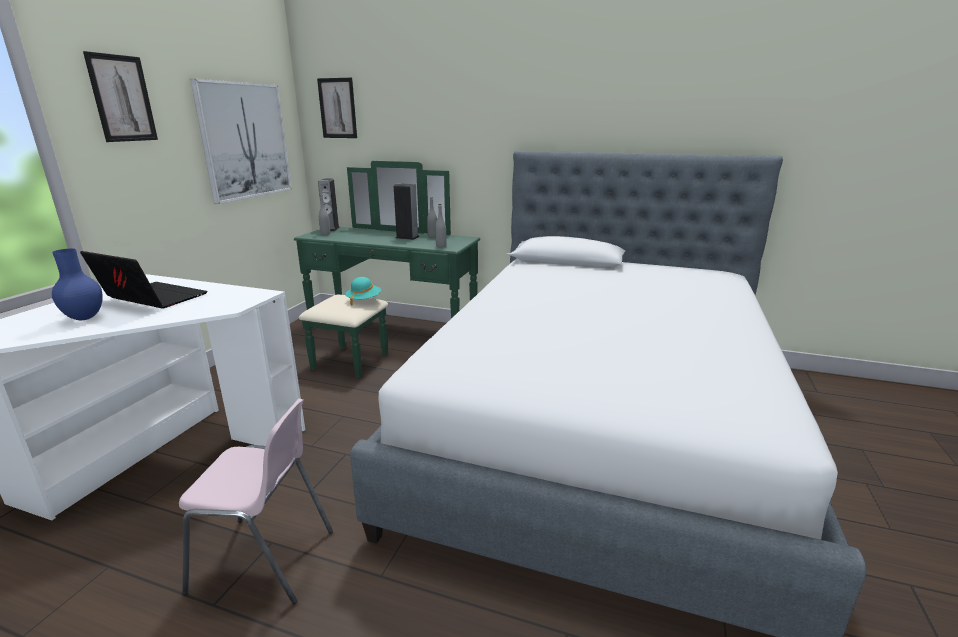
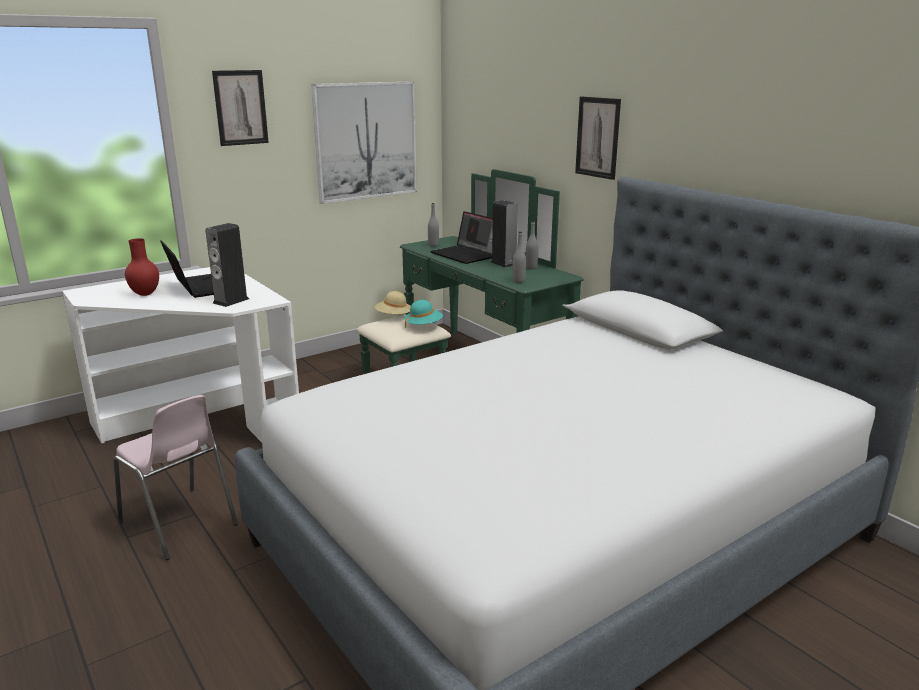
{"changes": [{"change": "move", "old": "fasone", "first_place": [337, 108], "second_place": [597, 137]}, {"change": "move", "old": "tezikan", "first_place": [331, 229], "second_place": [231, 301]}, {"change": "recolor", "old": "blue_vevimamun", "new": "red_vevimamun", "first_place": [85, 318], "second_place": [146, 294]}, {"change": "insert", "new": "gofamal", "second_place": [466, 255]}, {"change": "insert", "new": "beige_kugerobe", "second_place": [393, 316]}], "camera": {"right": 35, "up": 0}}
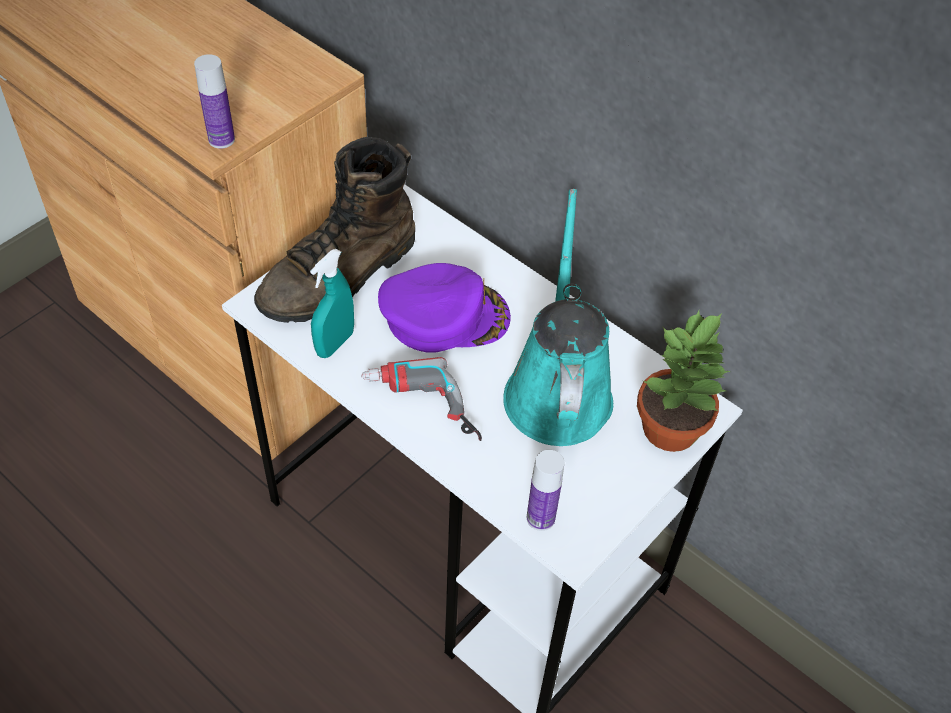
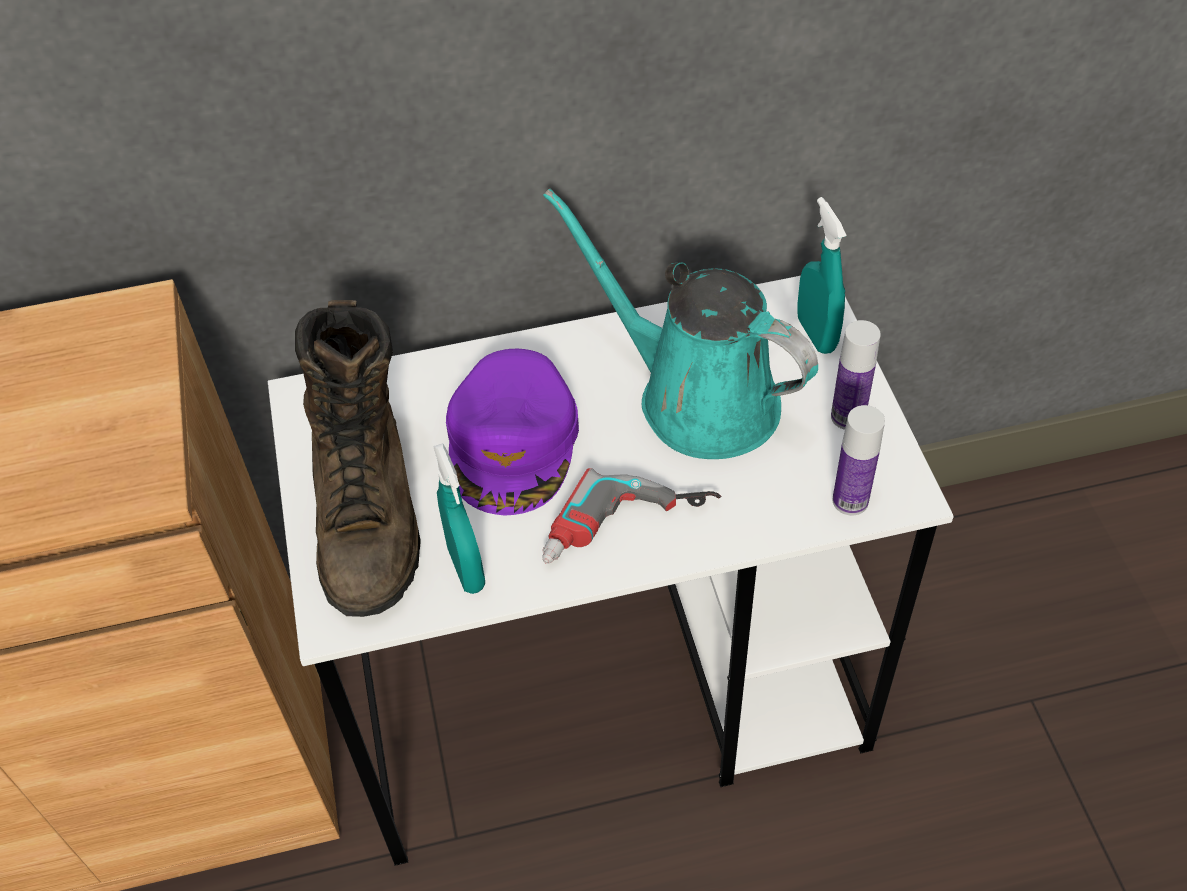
{"changes": [{"change": "move", "old": "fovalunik", "first_place": [221, 139], "second_place": [848, 417]}, {"change": "rotate", "old": "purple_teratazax", "first_place": [444, 315], "second_place": [514, 442], "degrees": 150}, {"change": "replace", "old": "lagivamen", "new": "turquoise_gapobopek", "first_place": [672, 429], "second_place": [816, 334]}], "camera": {"right": -50, "up": 0}}
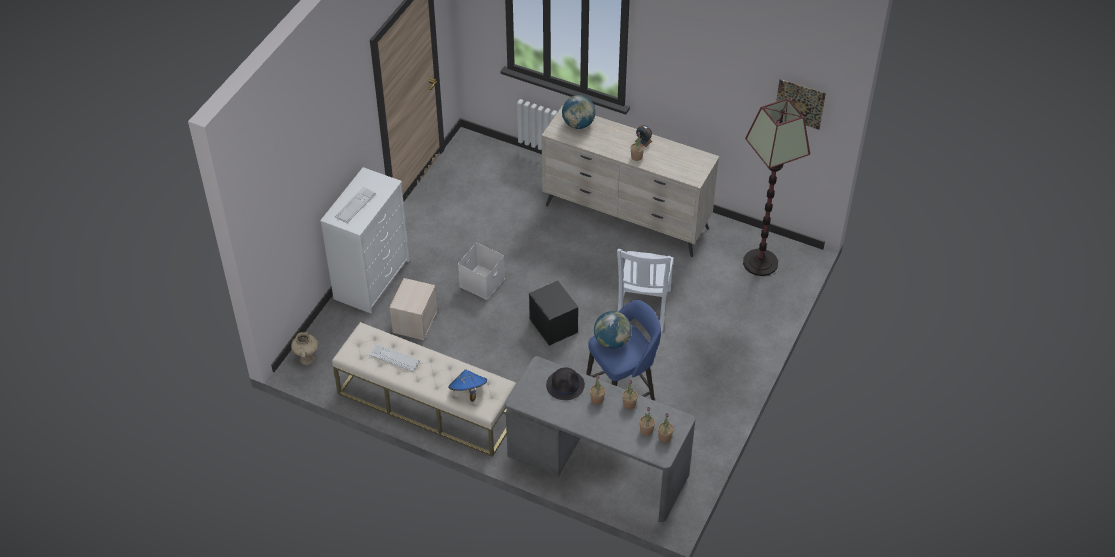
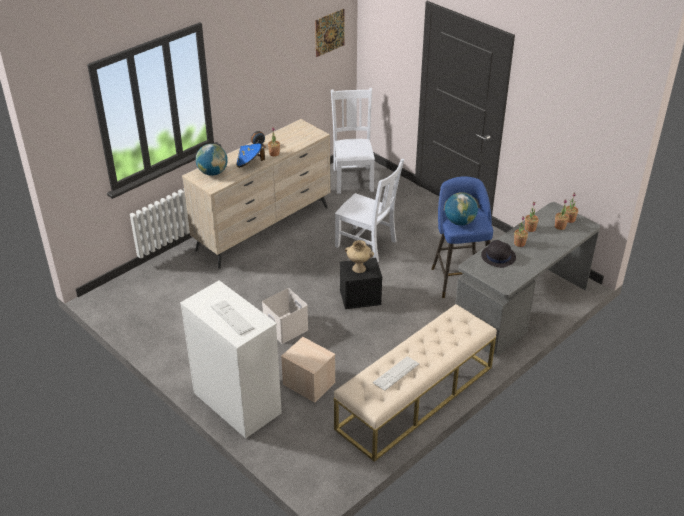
{"changes": [{"change": "replace", "old": "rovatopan", "new": "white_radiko", "first_place": [761, 263], "second_place": [353, 179]}, {"change": "move", "old": "beige_vevimamun", "first_place": [307, 359], "second_place": [358, 269]}, {"change": "move", "old": "blue_kugerobe", "first_place": [468, 391], "second_place": [249, 164]}], "camera": {"right": -70, "up": -10}}
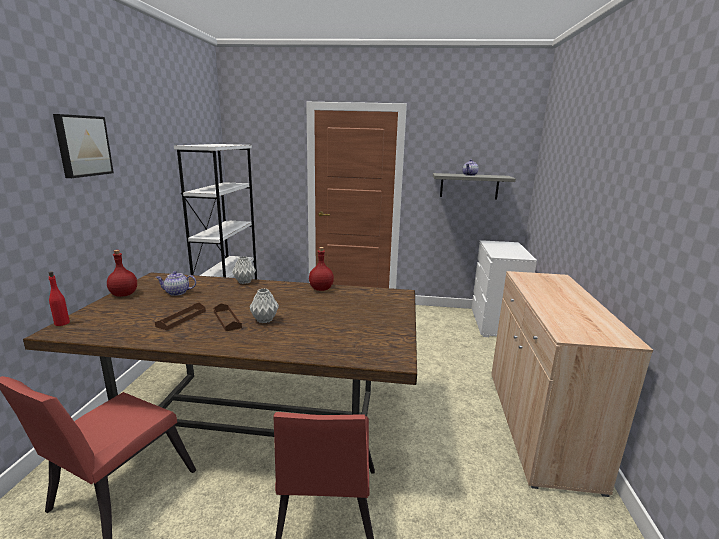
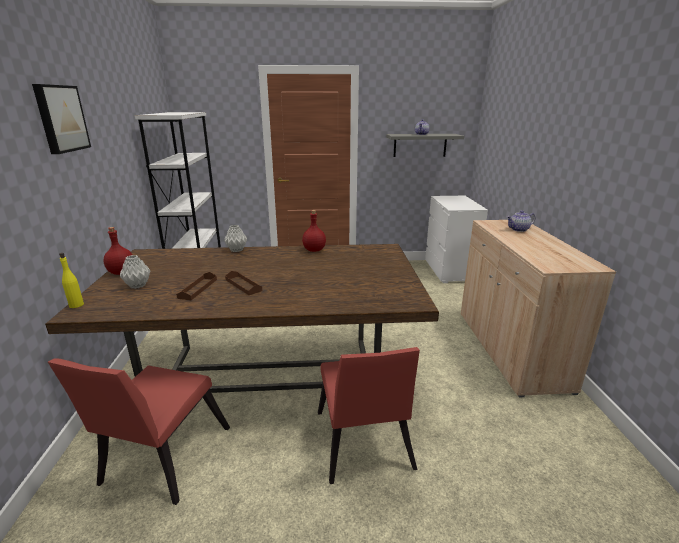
{"changes": [{"change": "recolor", "old": "red_fovalunik", "new": "yellow_fovalunik", "first_place": [62, 323], "second_place": [76, 305]}, {"change": "move", "old": "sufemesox", "first_place": [177, 292], "second_place": [519, 229]}, {"change": "move", "old": "grey_vevimamun", "first_place": [264, 320], "second_place": [137, 285]}], "camera": {"right": -10, "up": 5}}
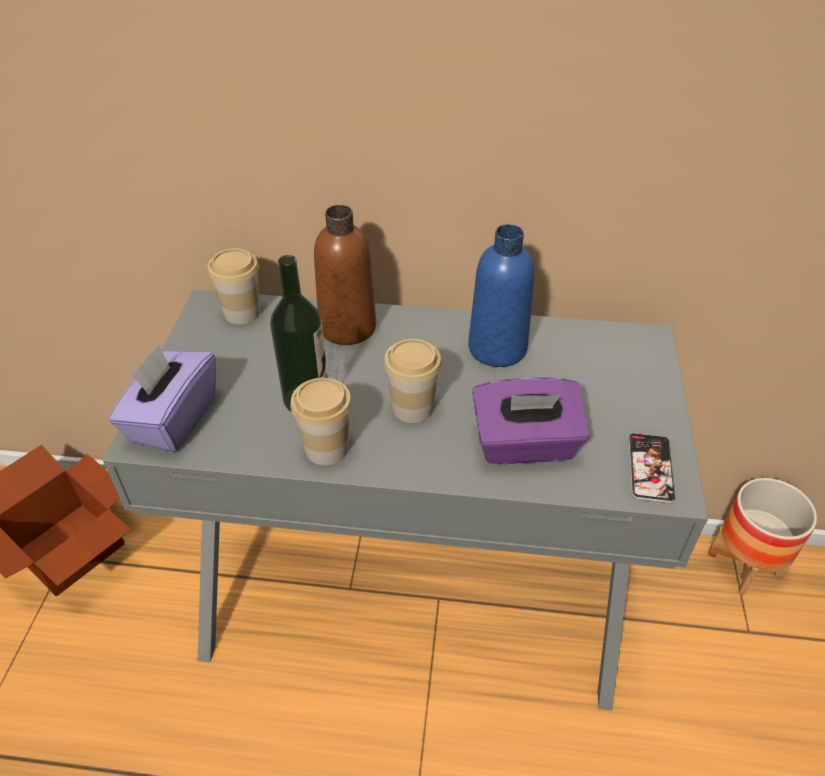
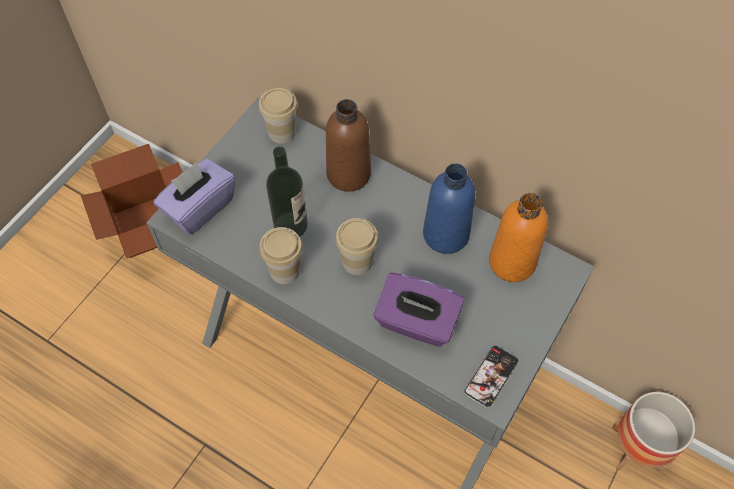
{"changes": [{"change": "insert", "new": "orange_fovalunik", "second_place": [512, 262]}], "camera": {"right": 25, "up": 15}}
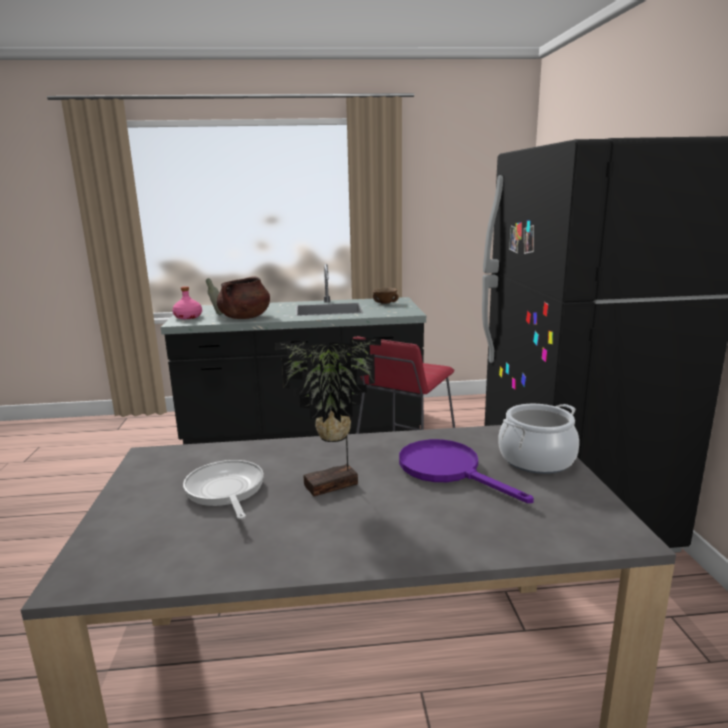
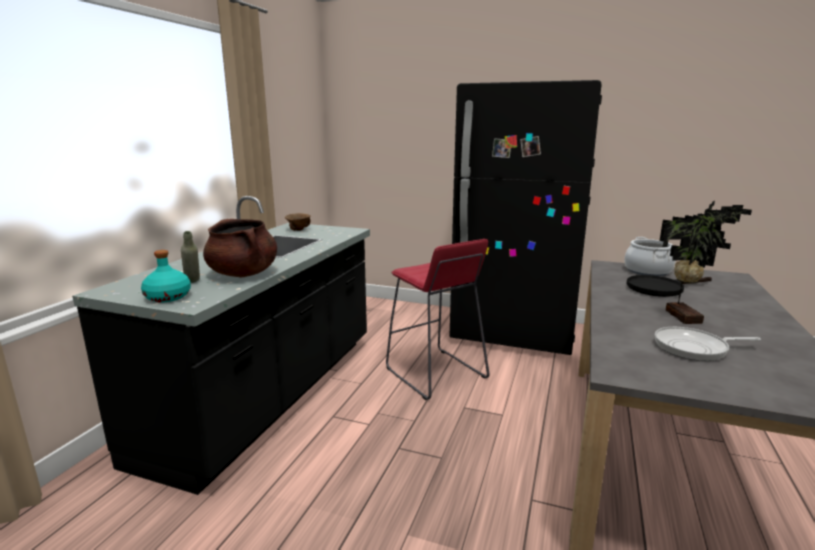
{"changes": [{"change": "recolor", "old": "pink_fovalunik", "new": "turquoise_fovalunik", "first_place": [188, 317], "second_place": [168, 297]}, {"change": "recolor", "old": "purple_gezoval", "new": "black_gezoval", "first_place": [448, 470], "second_place": [660, 288]}], "camera": {"right": -65, "up": 0}}
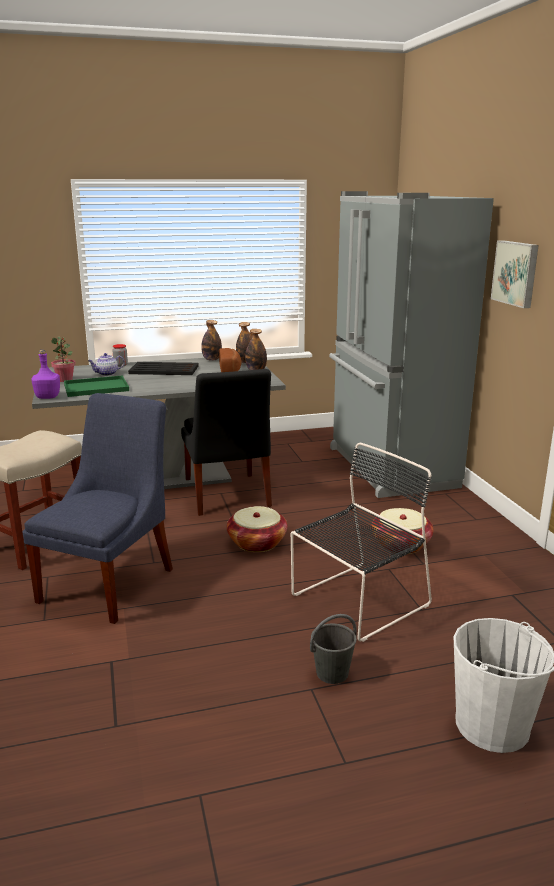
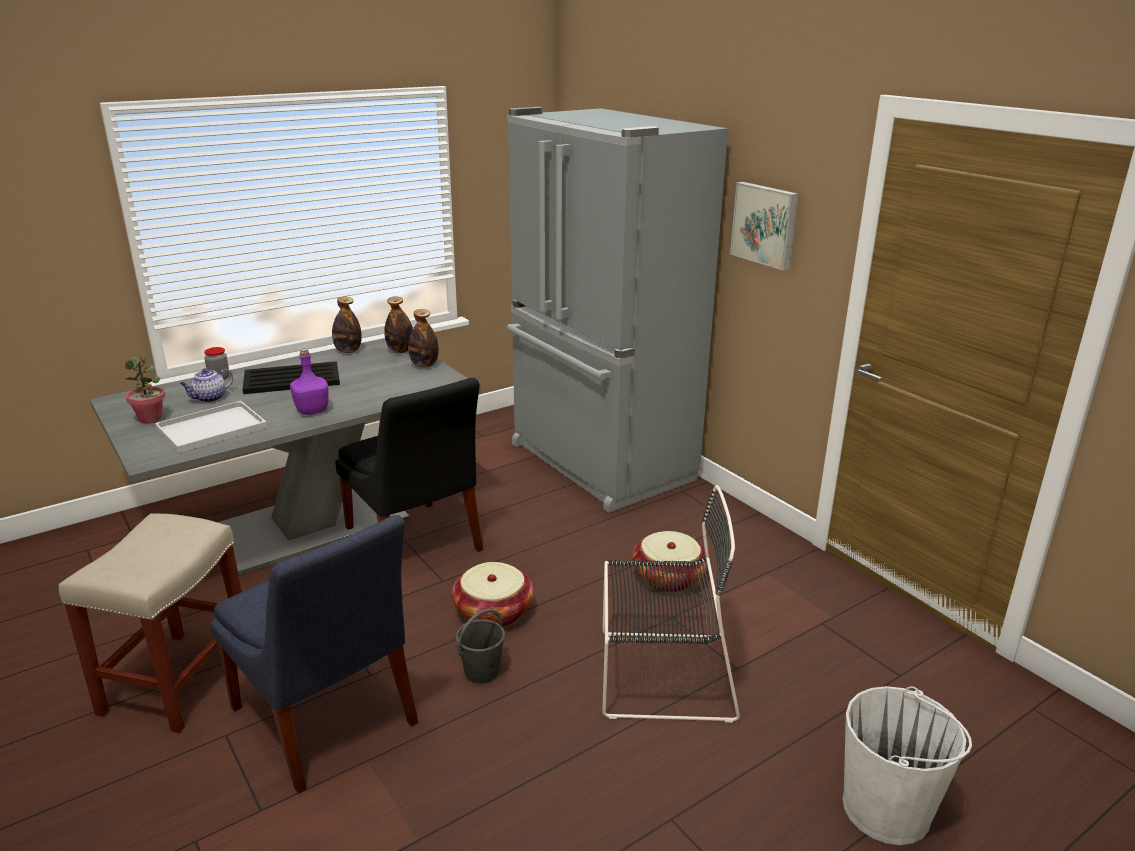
{"changes": [{"change": "delete", "old": "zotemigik", "first_place": [230, 370]}, {"change": "move", "old": "purple_fovalunik", "first_place": [48, 397], "second_place": [311, 410]}, {"change": "recolor", "old": "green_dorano", "new": "white_dorano", "first_place": [95, 388], "second_place": [210, 429]}, {"change": "rotate", "old": "blue_radiko", "first_place": [111, 582], "second_place": [326, 721], "degrees": 135}, {"change": "rotate", "old": "black_radiko", "first_place": [357, 601], "second_place": [660, 674], "degrees": 60}, {"change": "move", "old": "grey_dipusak", "first_place": [332, 673], "second_place": [482, 671]}], "camera": {"right": -20, "up": 5}}
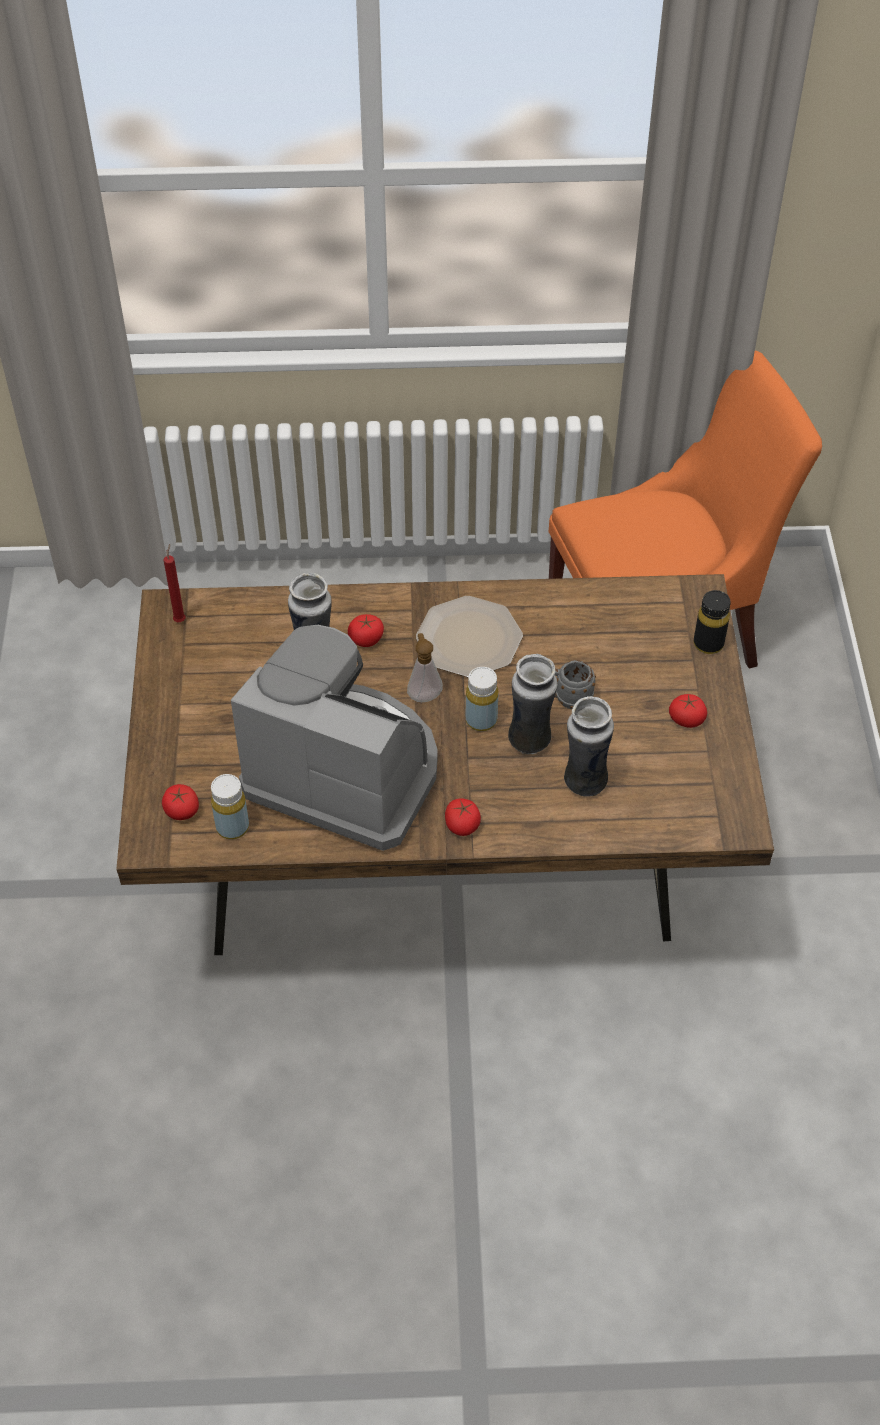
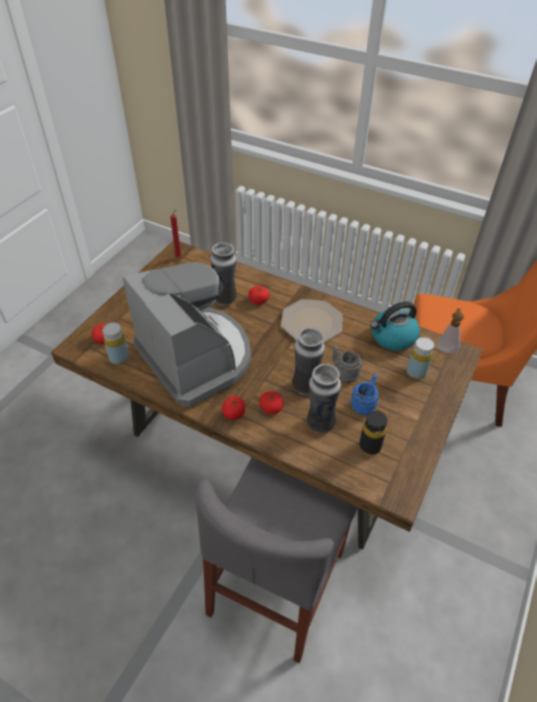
{"changes": [{"change": "move", "old": "black_fovalunik", "first_place": [708, 644], "second_place": [370, 446]}, {"change": "move", "old": "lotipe", "first_place": [424, 694], "second_place": [446, 349]}, {"change": "move", "old": "yellow_fovalunik", "first_place": [481, 720], "second_place": [416, 373]}, {"change": "move", "old": "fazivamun", "first_place": [686, 719], "second_place": [271, 408]}, {"change": "insert", "new": "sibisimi", "second_place": [392, 337]}, {"change": "insert", "new": "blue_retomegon", "second_place": [364, 404]}, {"change": "insert", "new": "grey_radiko", "second_place": [277, 582]}], "camera": {"right": 30, "up": -5}}
